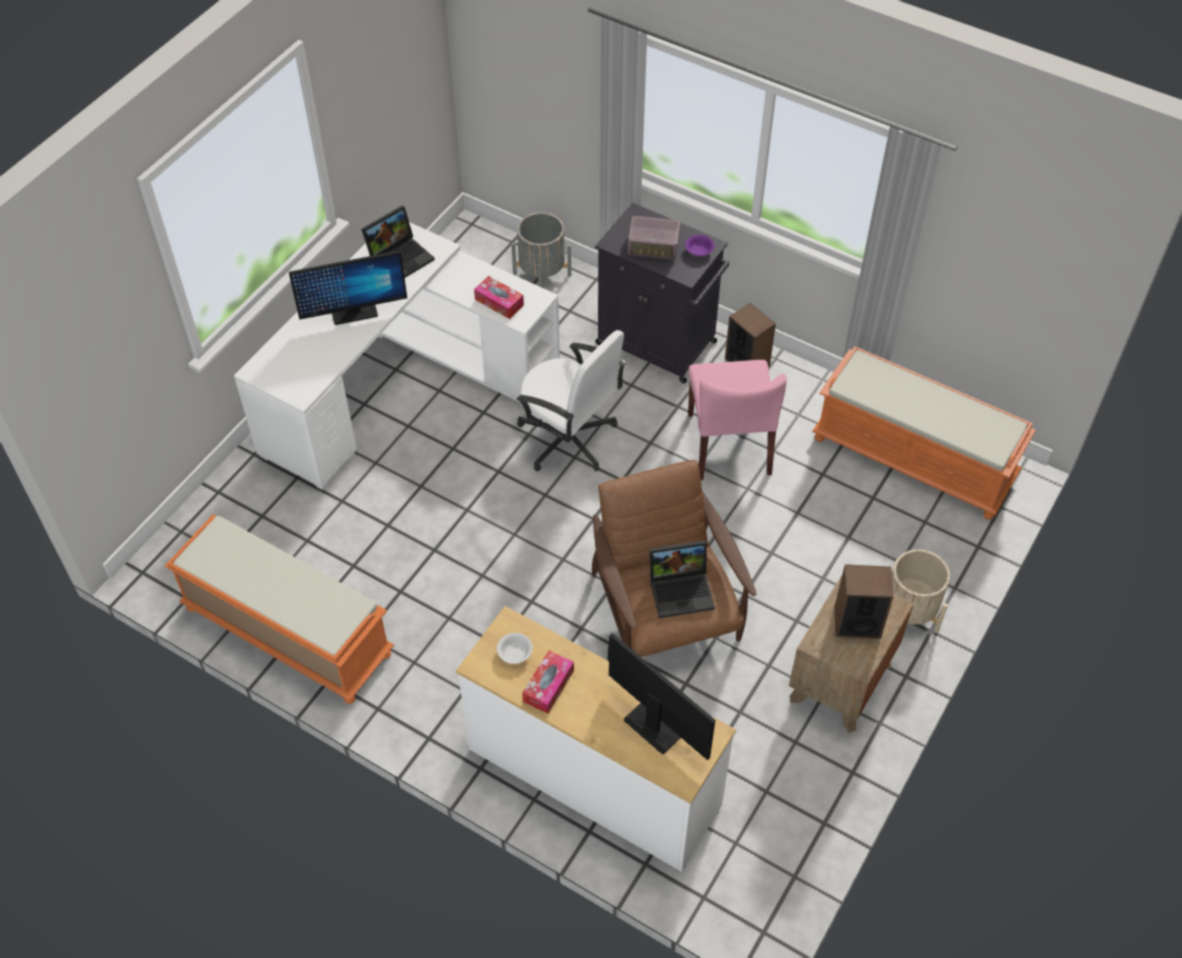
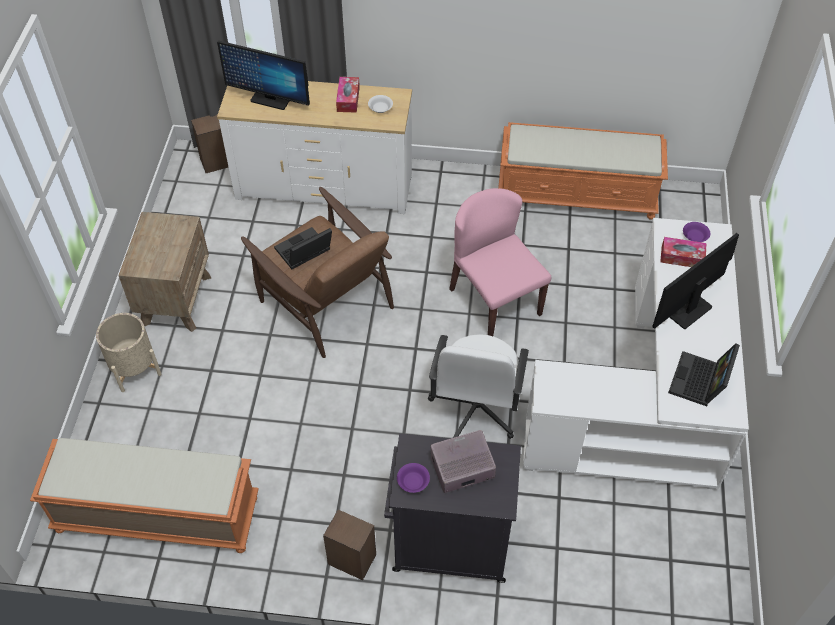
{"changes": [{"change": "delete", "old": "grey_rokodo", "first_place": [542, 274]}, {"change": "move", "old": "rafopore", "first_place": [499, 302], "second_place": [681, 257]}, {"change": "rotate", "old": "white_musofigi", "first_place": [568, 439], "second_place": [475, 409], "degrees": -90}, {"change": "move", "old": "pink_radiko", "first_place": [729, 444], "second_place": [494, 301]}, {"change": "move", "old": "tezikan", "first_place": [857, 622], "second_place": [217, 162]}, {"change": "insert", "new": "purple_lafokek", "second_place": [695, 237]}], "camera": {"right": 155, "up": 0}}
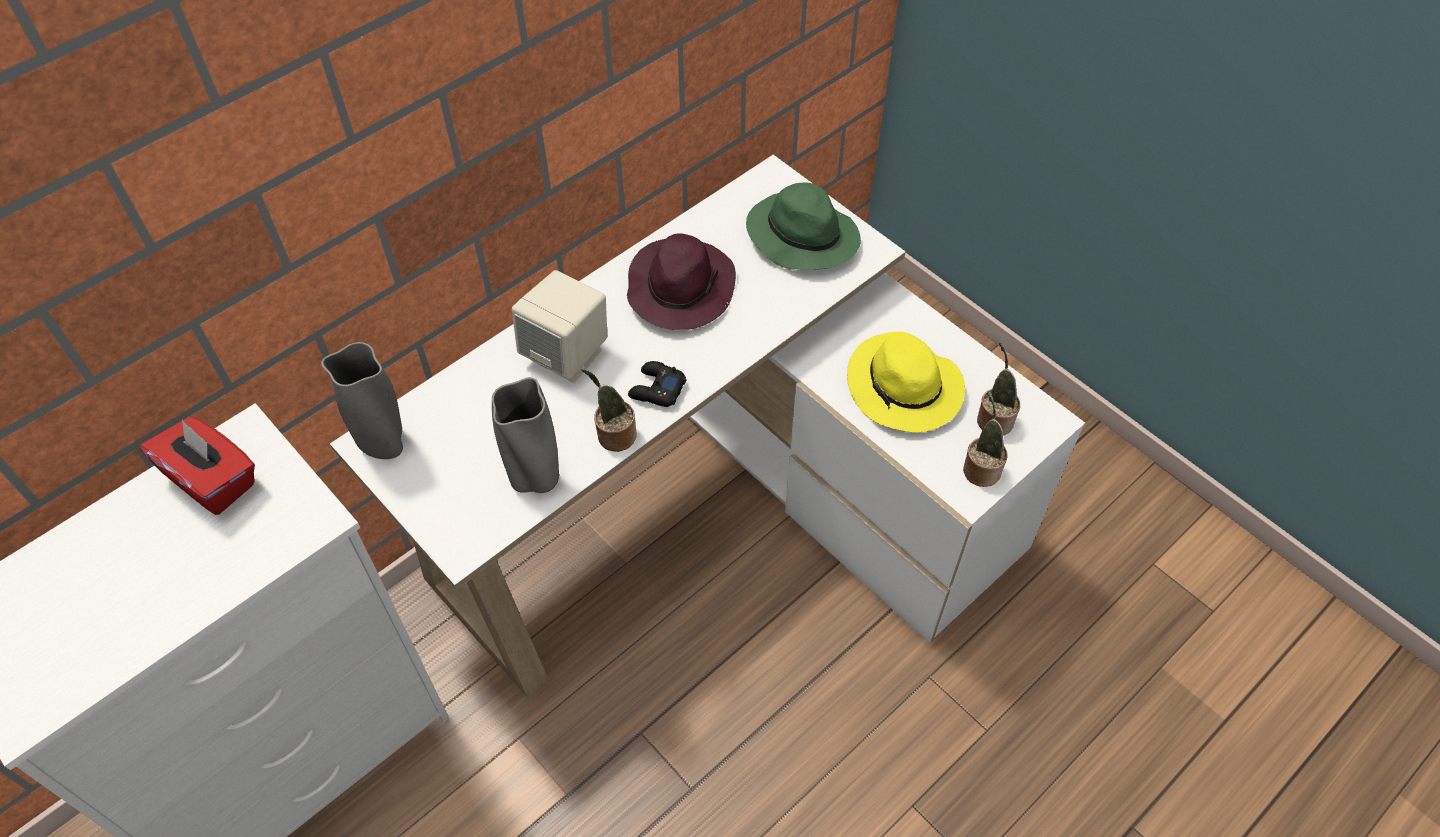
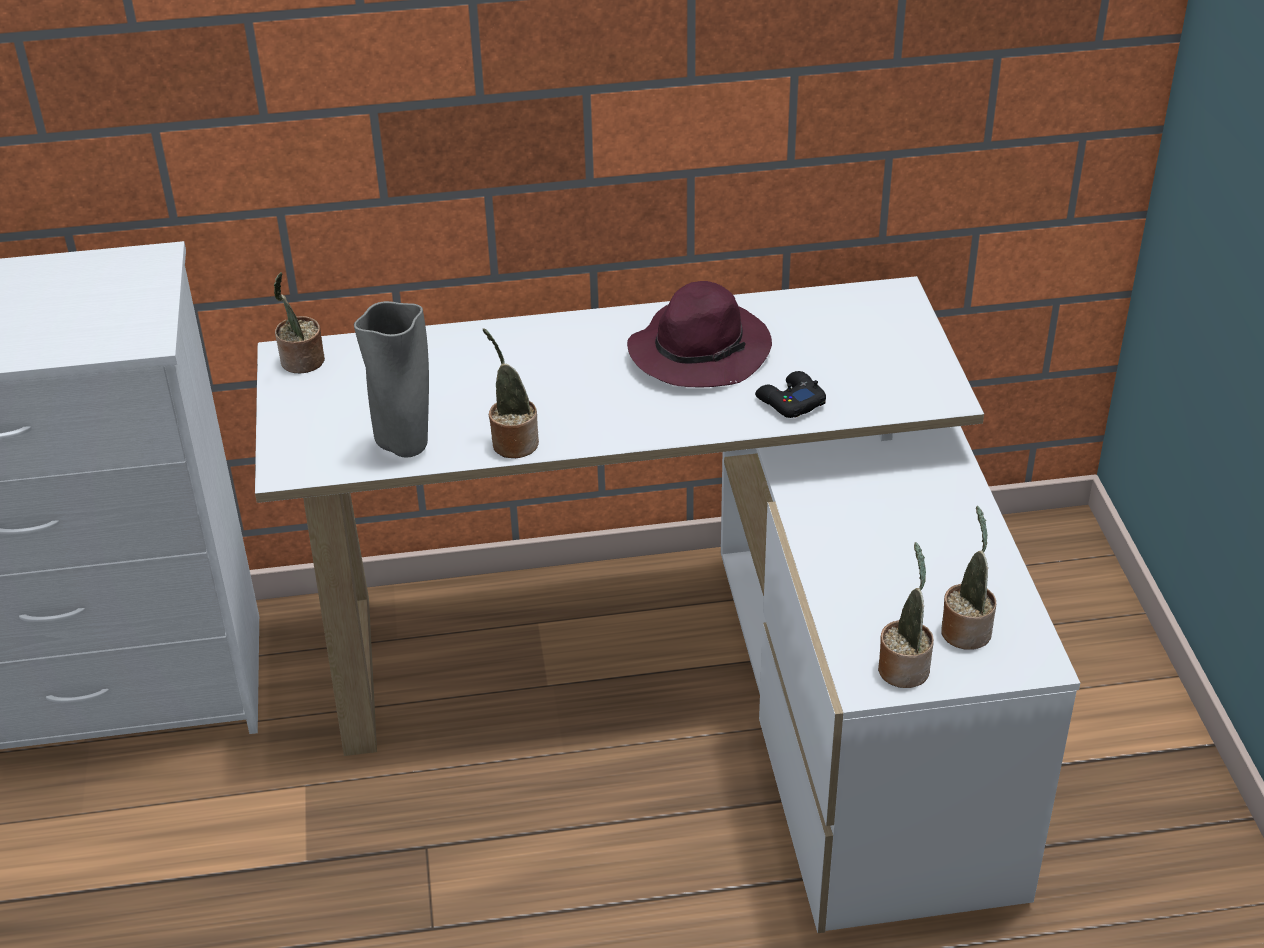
{"changes": [{"change": "delete", "old": "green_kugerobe", "first_place": [801, 236]}, {"change": "delete", "old": "beige_tezikan", "first_place": [567, 354]}, {"change": "delete", "old": "yellow_kugerobe", "first_place": [905, 388]}, {"change": "replace", "old": "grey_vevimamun", "new": "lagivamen", "first_place": [385, 445], "second_place": [301, 362]}, {"change": "move", "old": "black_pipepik", "first_place": [656, 389], "second_place": [790, 401]}, {"change": "delete", "old": "red_rafopore", "first_place": [213, 480]}], "camera": {"right": 35, "up": -15}}
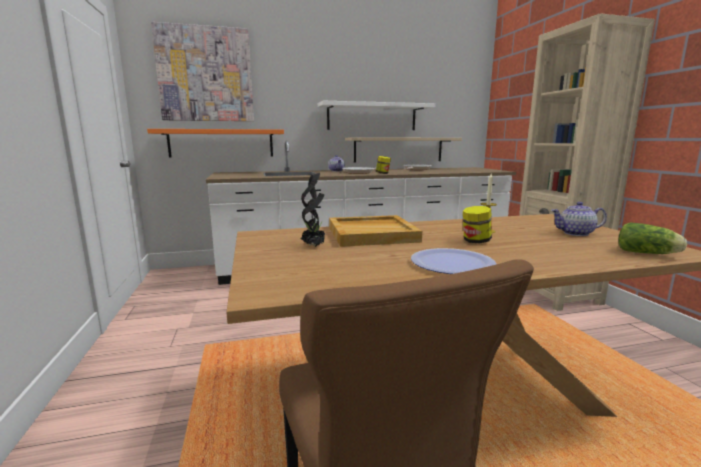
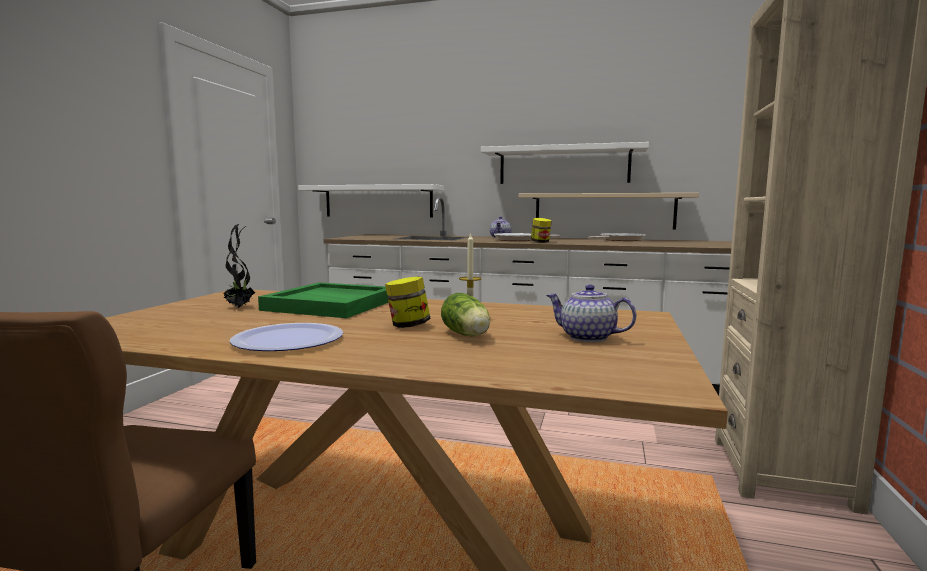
{"changes": [{"change": "delete", "old": "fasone", "first_place": [205, 75]}, {"change": "recolor", "old": "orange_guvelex", "new": "white_guvelex", "first_place": [221, 143], "second_place": [378, 201]}, {"change": "recolor", "old": "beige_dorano", "new": "green_dorano", "first_place": [372, 234], "second_place": [332, 304]}, {"change": "move", "old": "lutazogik", "first_place": [648, 253], "second_place": [467, 335]}], "camera": {"right": 30, "up": -5}}
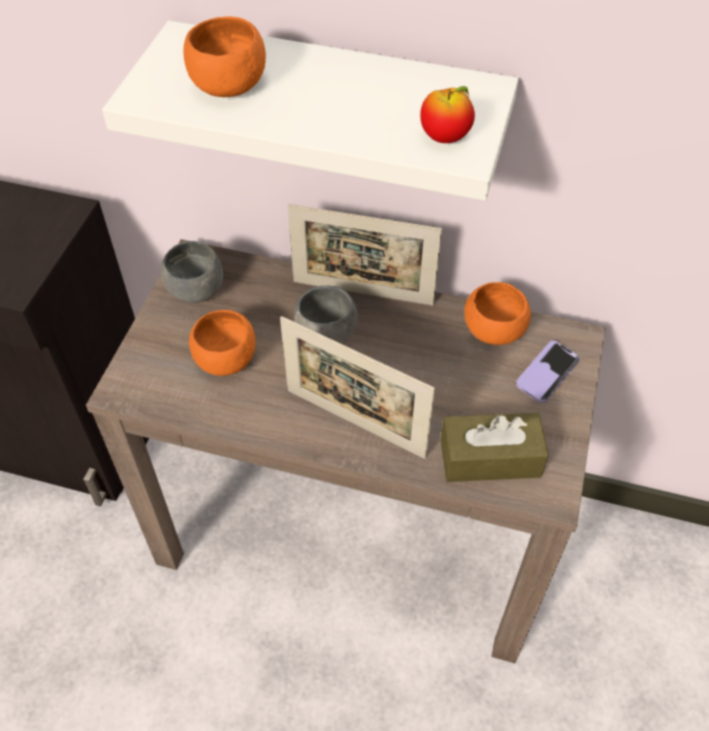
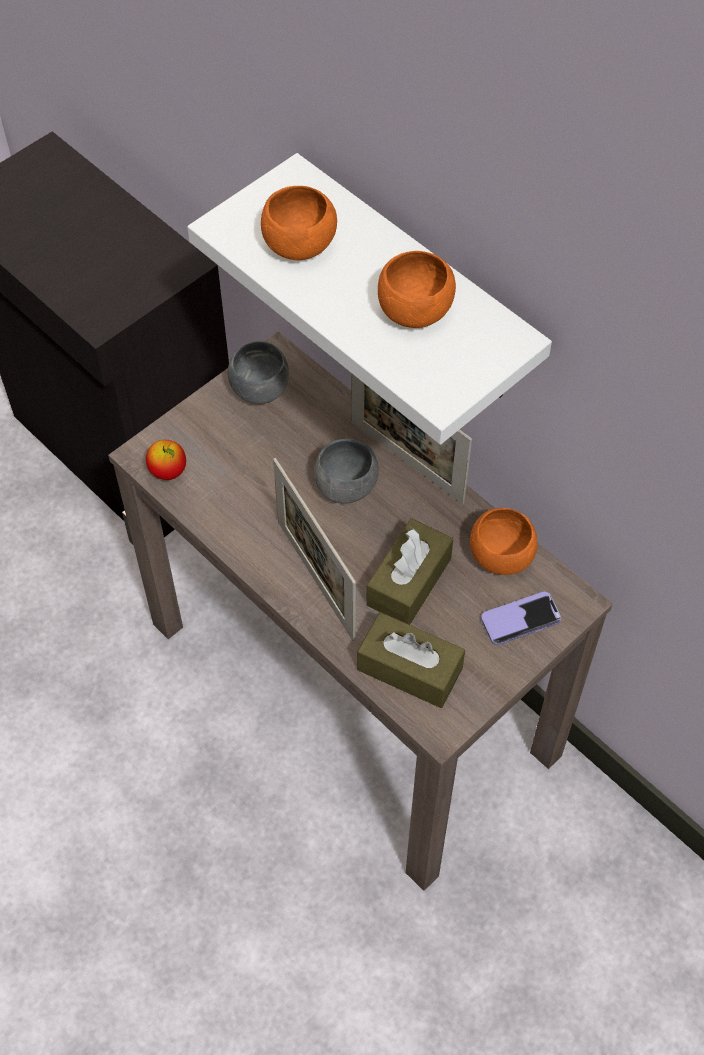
{"changes": [{"change": "move", "old": "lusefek", "first_place": [445, 138], "second_place": [168, 472]}, {"change": "move", "old": "orange_lafokek", "first_place": [225, 359], "second_place": [414, 311]}, {"change": "insert", "new": "brown_rafopore", "second_place": [409, 582]}], "camera": {"right": 30, "up": 5}}
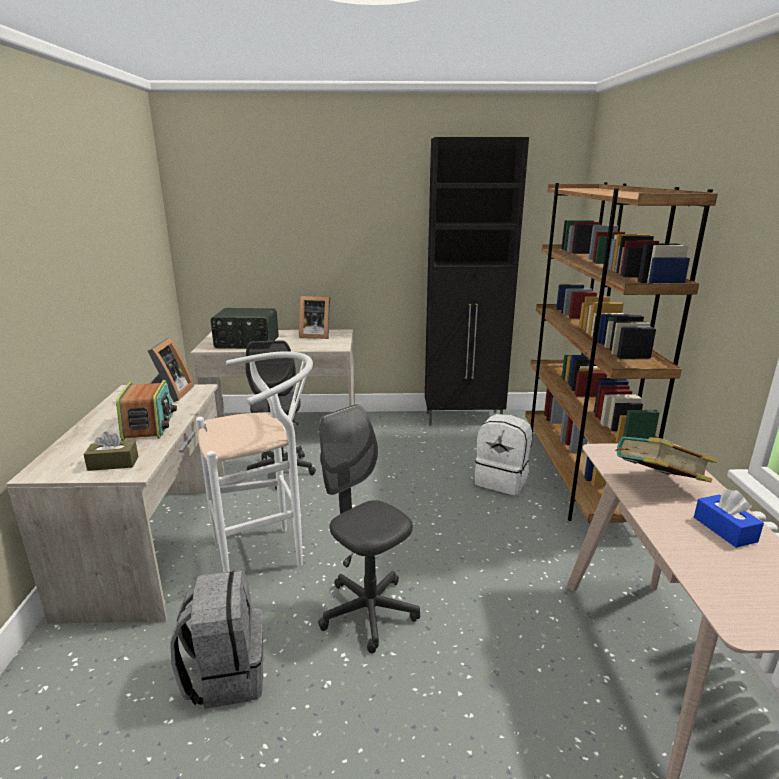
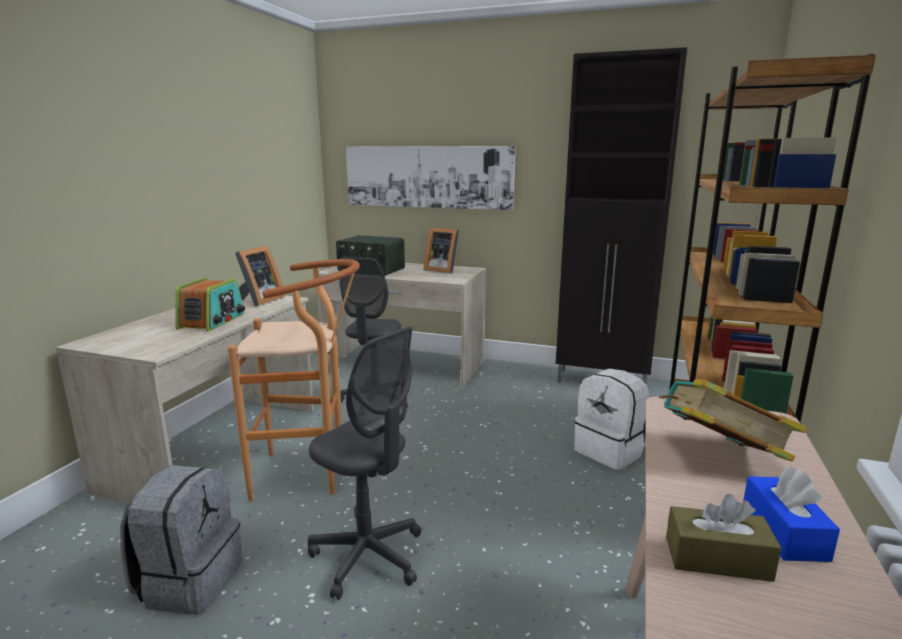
{"changes": [{"change": "recolor", "old": "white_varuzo", "new": "brown_varuzo", "first_place": [267, 553], "second_place": [309, 474]}, {"change": "rotate", "old": "grey_musofigi", "first_place": [368, 612], "second_place": [368, 557], "degrees": 150}, {"change": "move", "old": "brown_rafopore", "first_place": [113, 463], "second_place": [717, 559]}, {"change": "insert", "new": "fasone", "second_place": [427, 177]}], "camera": {"right": 20, "up": -5}}
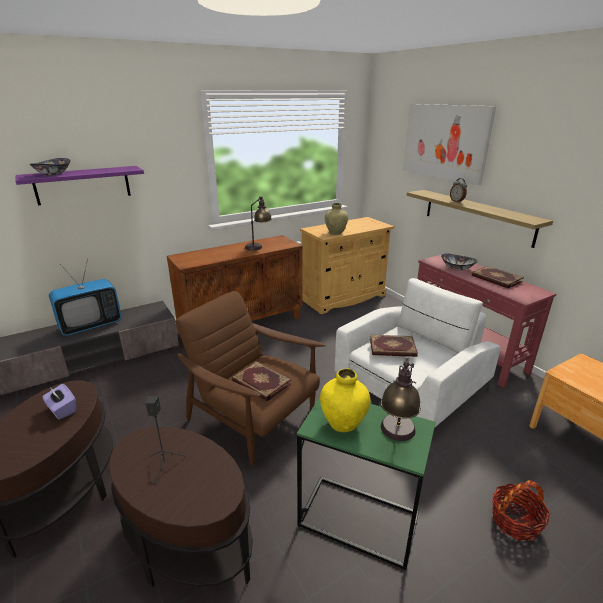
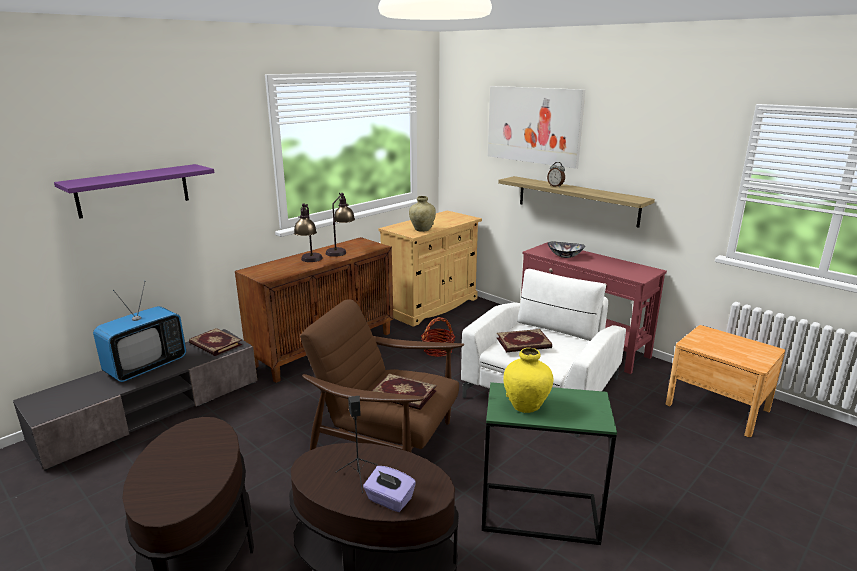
{"changes": [{"change": "delete", "old": "lafokek", "first_place": [53, 174]}, {"change": "move", "old": "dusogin", "first_place": [496, 279], "second_place": [215, 344]}, {"change": "move", "old": "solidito", "first_place": [396, 438], "second_place": [310, 261]}, {"change": "move", "old": "purple_rafopore", "first_place": [62, 410], "second_place": [389, 500]}, {"change": "move", "old": "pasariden", "first_place": [515, 521], "second_place": [438, 350]}], "camera": {"right": -15, "up": -5}}
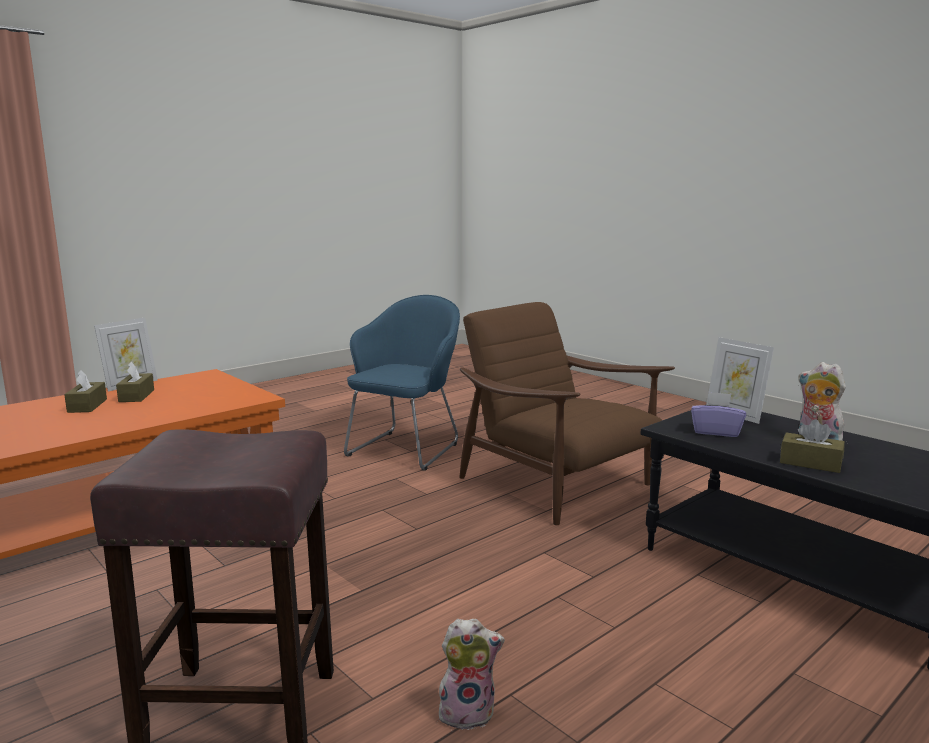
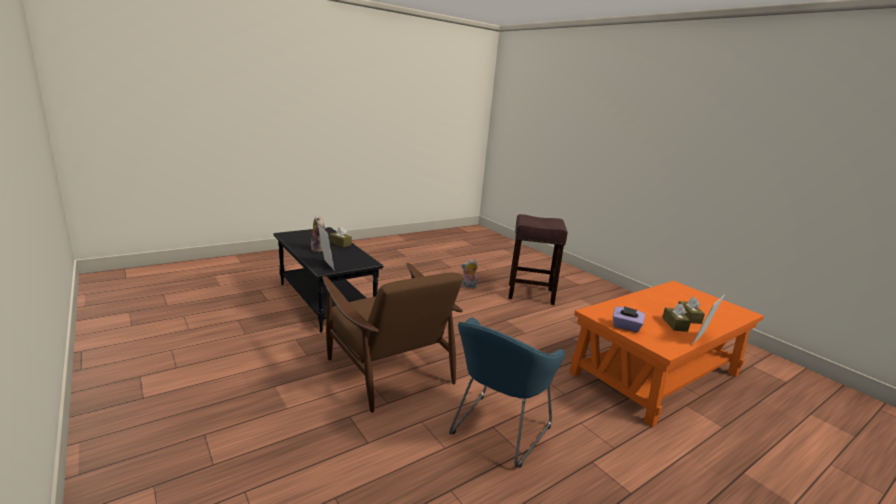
{"changes": [{"change": "move", "old": "purple_rafopore", "first_place": [716, 431], "second_place": [626, 327]}], "camera": {"right": -175, "up": 5}}
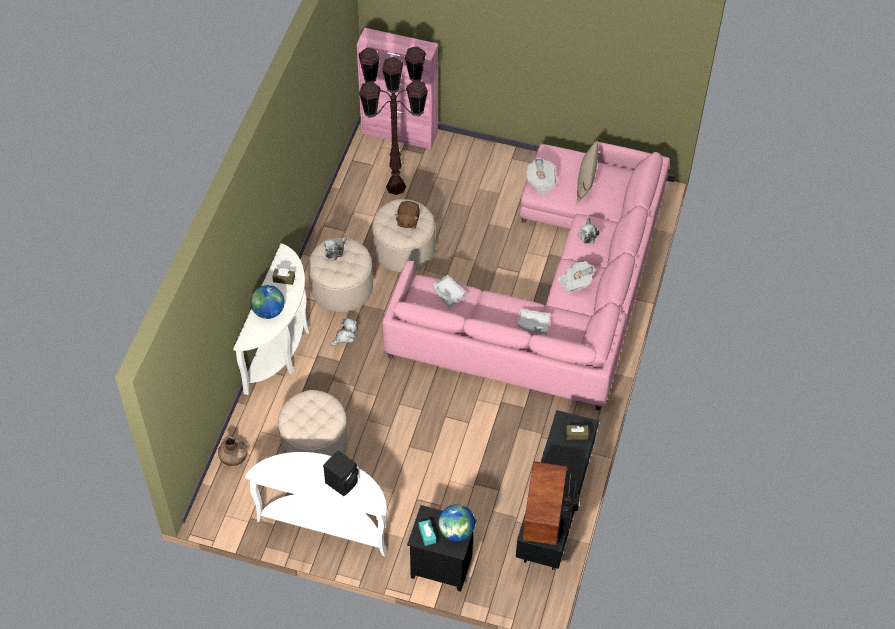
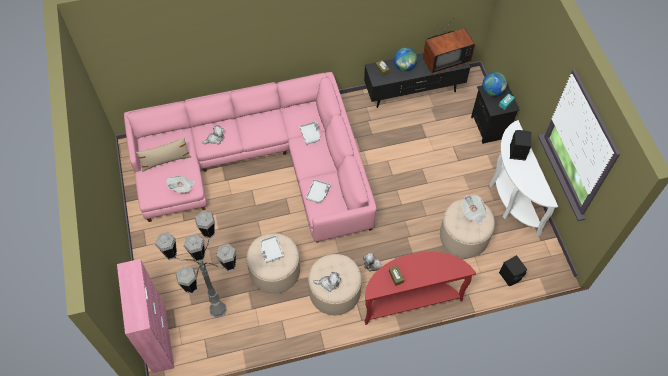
{"changes": [{"change": "recolor", "old": "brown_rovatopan", "new": "grey_rovatopan", "first_place": [396, 186], "second_place": [217, 309]}, {"change": "replace", "old": "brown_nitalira", "new": "grey_dorano", "first_place": [407, 221], "second_place": [271, 251]}, {"change": "recolor", "old": "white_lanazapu", "new": "red_lanazapu", "first_place": [281, 348], "second_place": [410, 300]}, {"change": "move", "old": "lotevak", "first_place": [575, 282], "second_place": [473, 213]}, {"change": "move", "old": "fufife", "first_place": [268, 311], "second_place": [404, 67]}, {"change": "replace", "old": "brown_vevimamun", "new": "black_tezikan", "first_place": [234, 458], "second_place": [511, 276]}], "camera": {"right": -120, "up": 5}}
